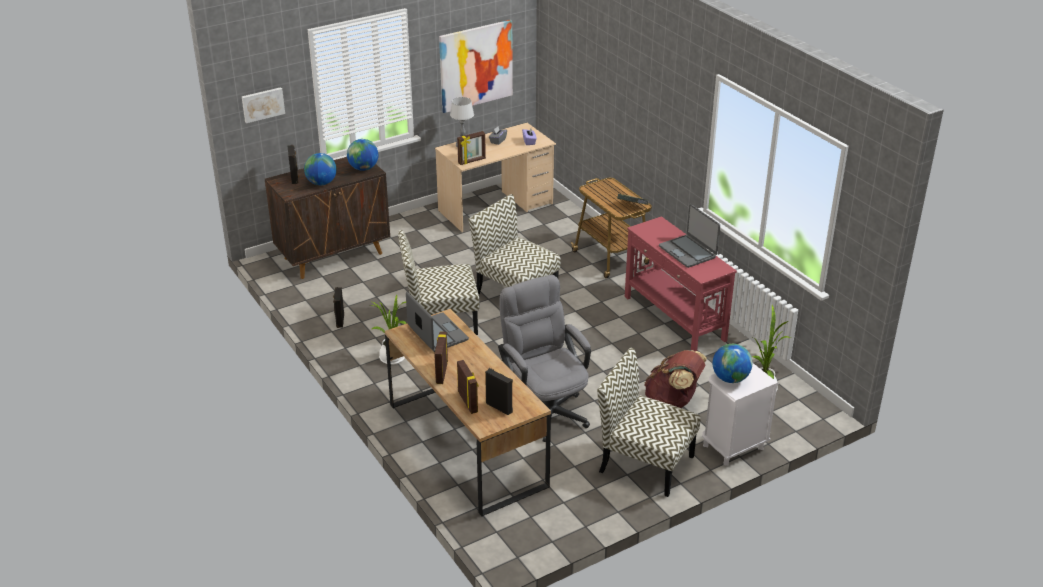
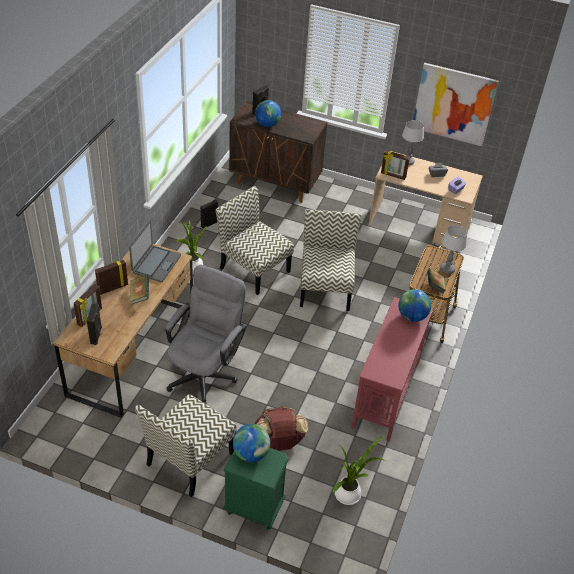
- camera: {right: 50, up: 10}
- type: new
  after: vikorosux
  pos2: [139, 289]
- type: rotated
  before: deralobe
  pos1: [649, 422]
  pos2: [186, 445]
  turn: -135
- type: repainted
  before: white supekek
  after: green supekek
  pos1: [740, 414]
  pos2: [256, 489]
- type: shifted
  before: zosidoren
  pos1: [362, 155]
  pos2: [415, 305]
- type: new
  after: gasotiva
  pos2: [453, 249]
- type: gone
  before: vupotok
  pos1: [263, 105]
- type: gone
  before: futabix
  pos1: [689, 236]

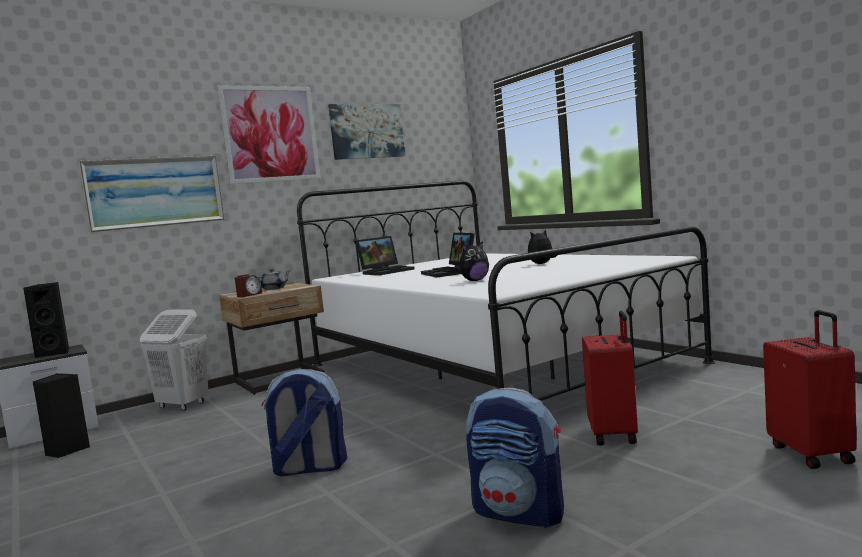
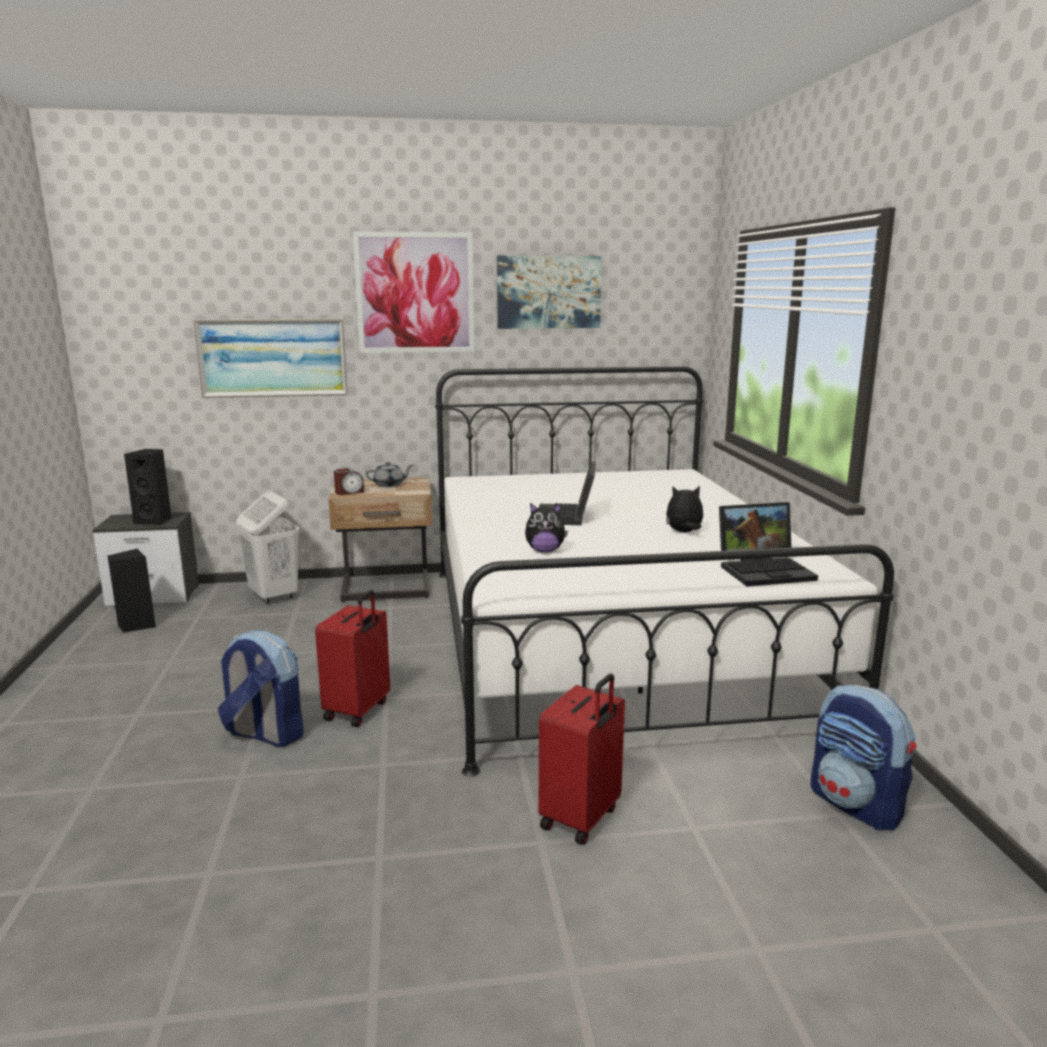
- camera: {right: 25, up: 10}
- type: shifted
  before: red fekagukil
  pos1: [810, 389]
  pos2: [352, 658]
- type: shifted
  before: futabix
  pos1: [385, 255]
  pos2: [768, 544]
- type: shifted
  before: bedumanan
  pos1: [515, 458]
  pos2: [863, 757]

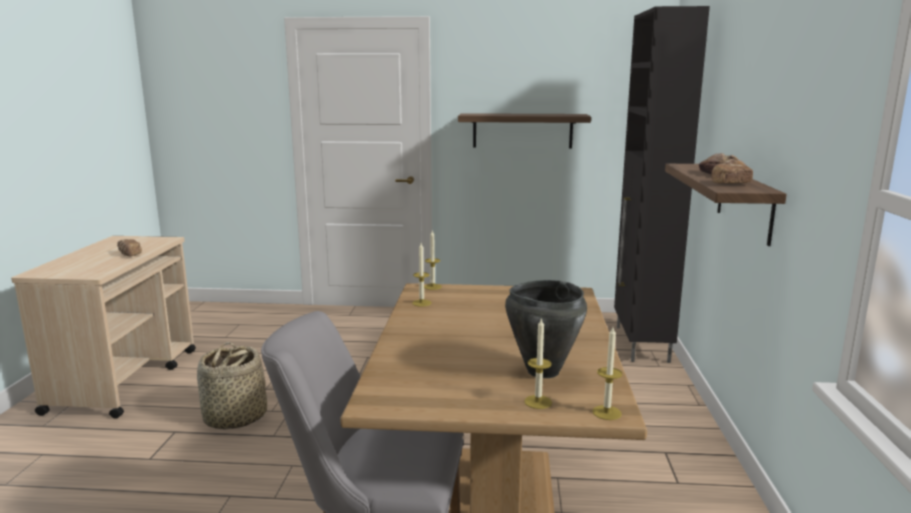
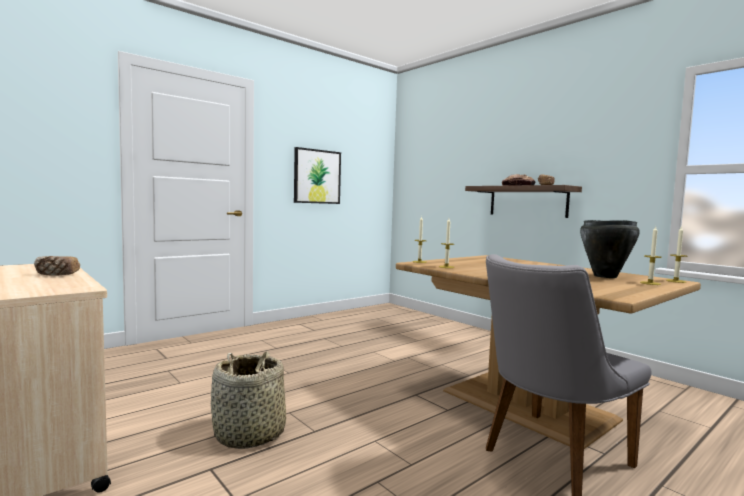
- camera: {right: -45, up: -10}
- type: swapped
  before: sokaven
  after: vupotok
  pos1: [524, 130]
  pos2: [317, 175]
- type: gone
  before: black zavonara
  pos1: [662, 184]

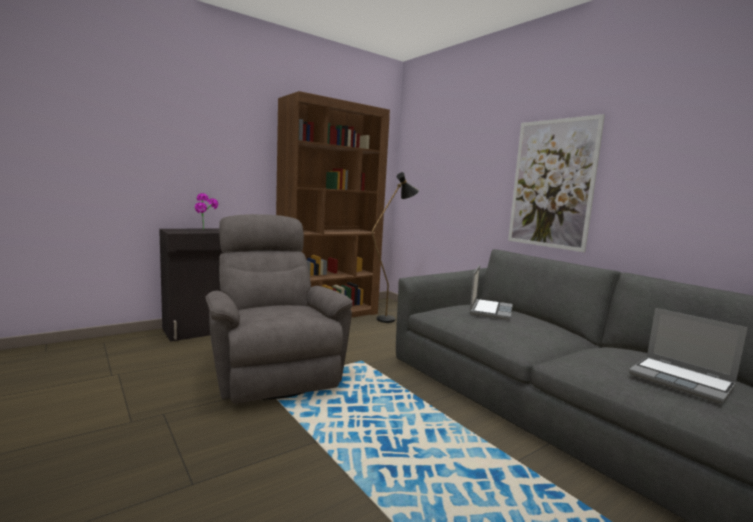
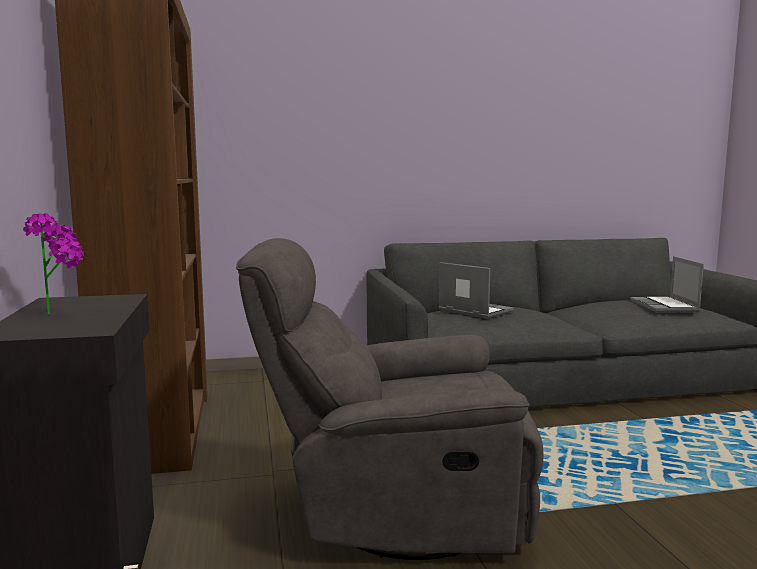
- camera: {right: -65, up: 0}
- type: rotated
  before: futabix
  pos1: [688, 355]
  pos2: [667, 284]
  turn: 105
- type: gone
  before: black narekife
  pos1: [395, 247]
- type: gone
  before: vupotok
  pos1: [556, 183]

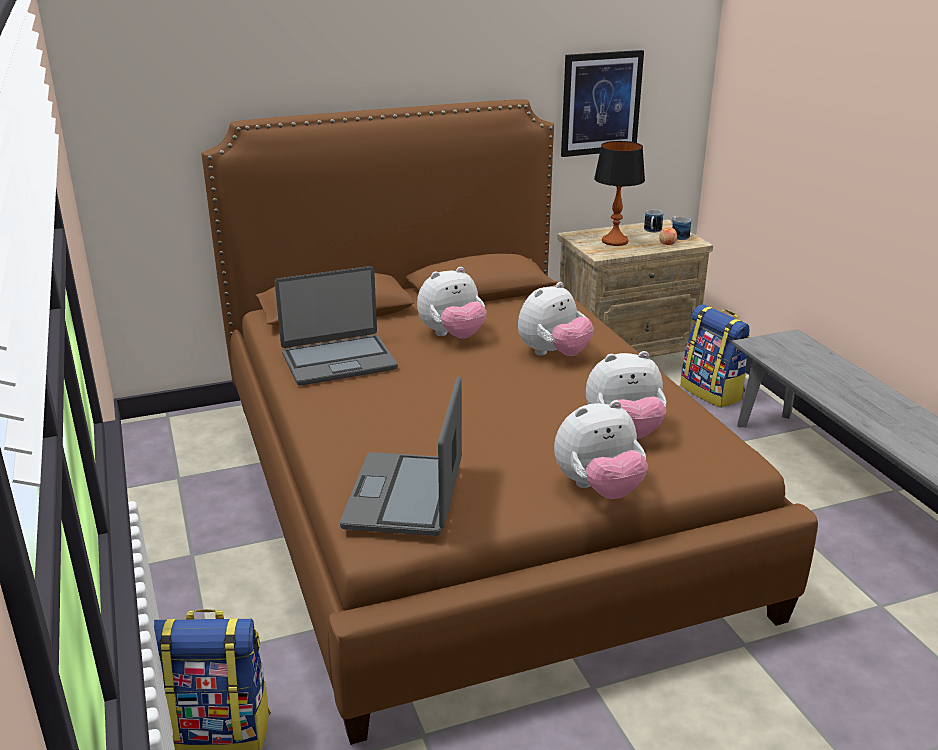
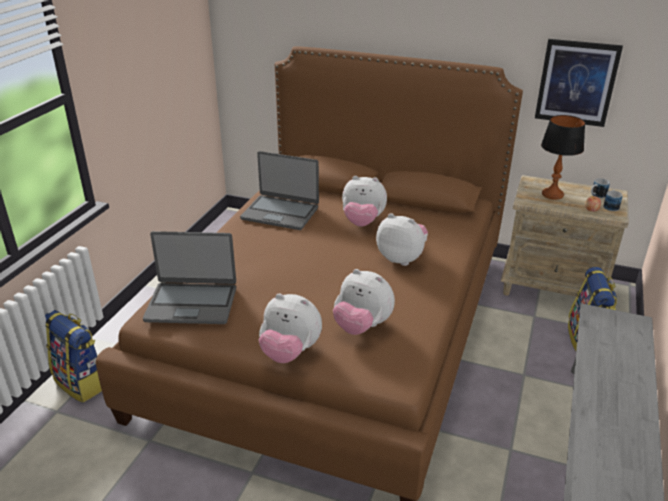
- camera: {right: 40, up: 5}
- type: rotated
  before: futabix
  pos1: [401, 456]
  pos2: [189, 277]
  turn: -135
- type: rotated
  before: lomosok
  pos1: [556, 319]
  pos2: [402, 239]
  turn: -150

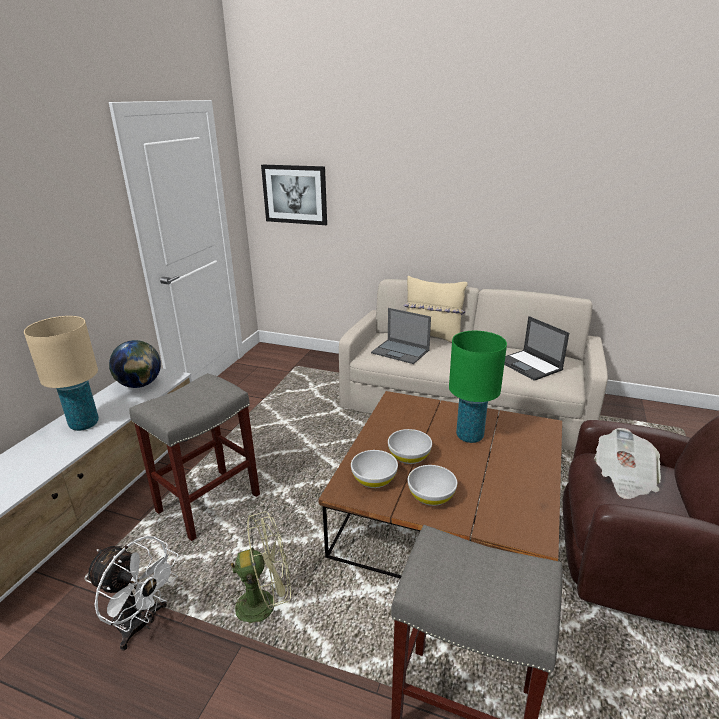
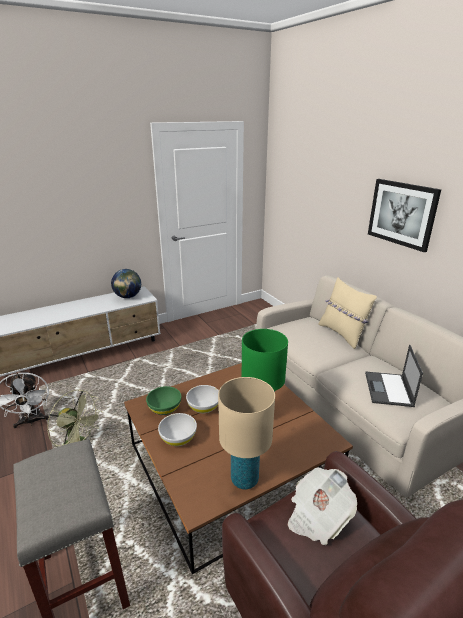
- camera: {right: 40, up: 0}
- type: repainted
  before: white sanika
  after: green sanika
  pos1: [374, 469]
  pos2: [163, 400]
- type: shifted
  before: beige gasotiva
  pos1: [61, 373]
  pos2: [246, 433]
- type: shifted
  before: vupotok
  pos1: [294, 195]
  pos2: [404, 215]
- type: gone
  before: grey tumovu
  pos1: [194, 457]
- type: gone
  before: futabix
  pos1: [401, 336]

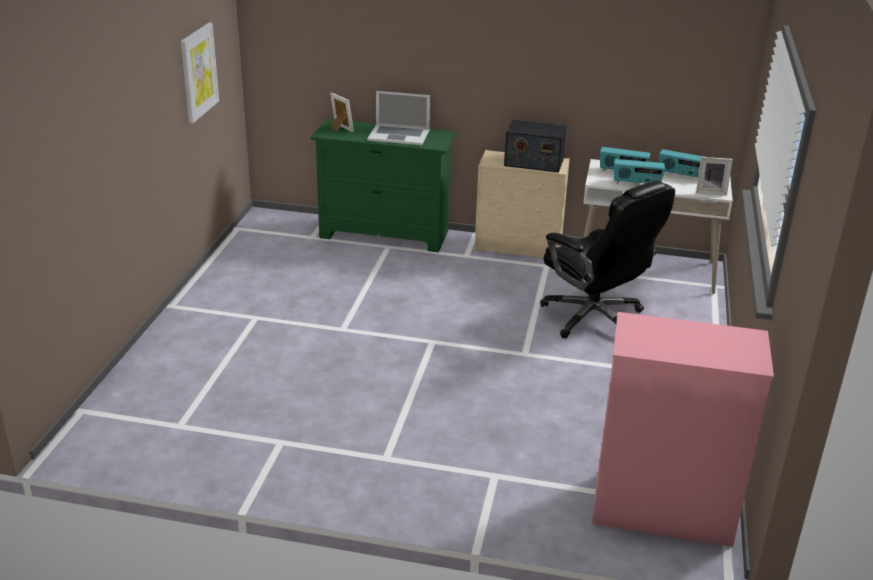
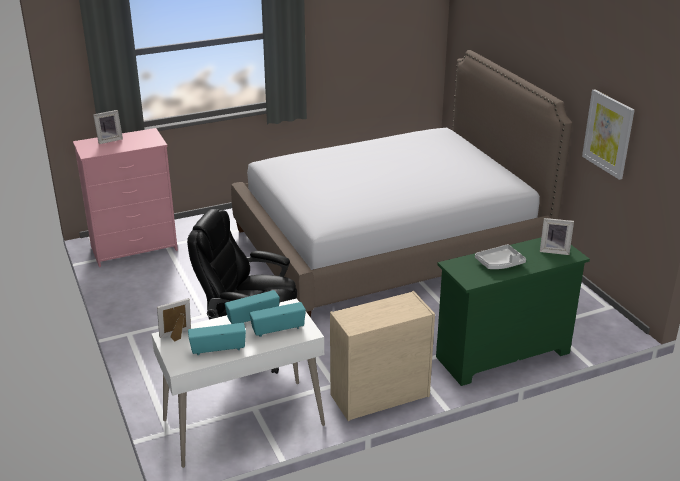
- camera: {right: 145, up: 0}
- type: new
  after: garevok
  pos2: [108, 127]
- type: new
  after: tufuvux
  pos2: [401, 184]
- type: swapped
  before: futabix
  after: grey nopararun
  pos1: [398, 118]
  pos2: [500, 256]
- type: gone
  before: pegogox
  pos1: [535, 146]

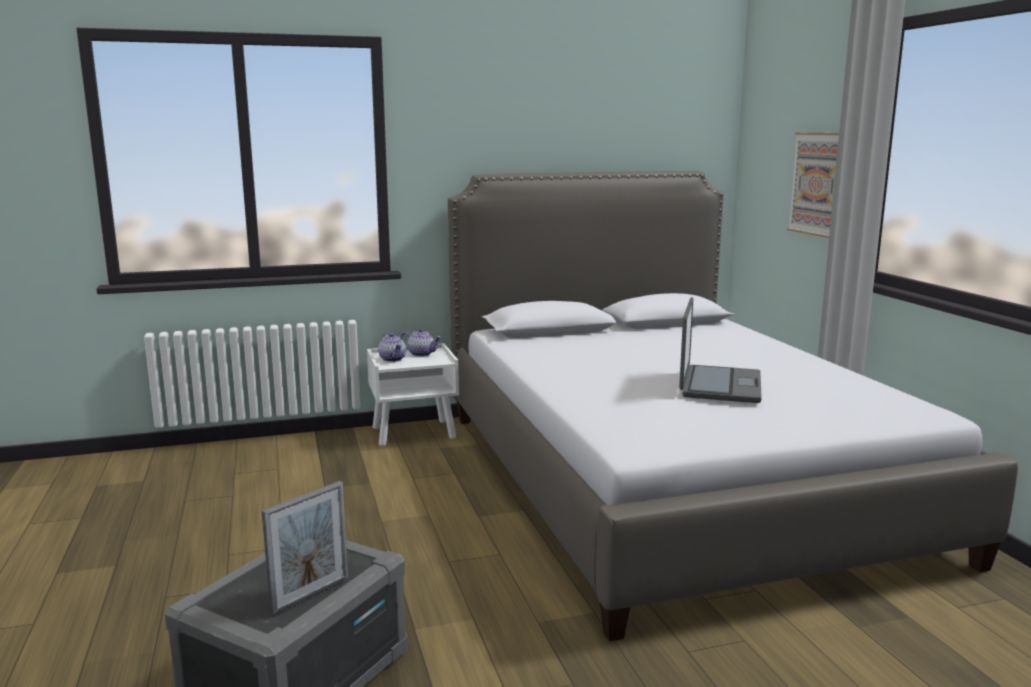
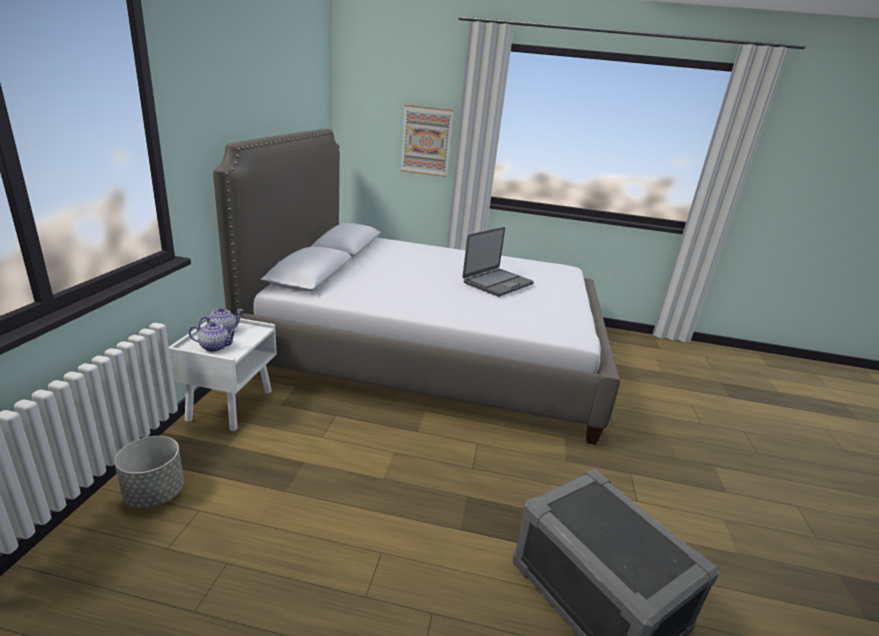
- camera: {right: -65, up: 10}
- type: new
  after: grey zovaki
  pos2: [149, 472]
- type: rotated
  before: futabix
  pos1: [720, 350]
  pos2: [498, 262]
  turn: 90
- type: gone
  before: garevok
  pos1: [305, 548]

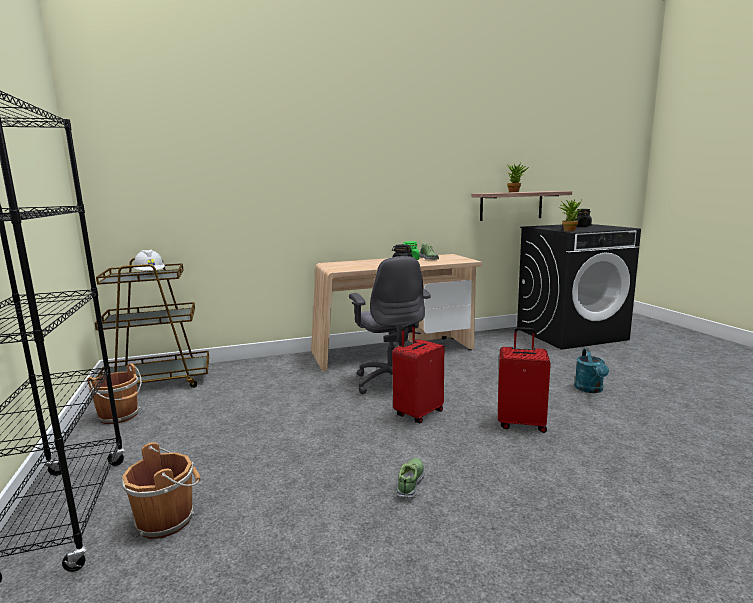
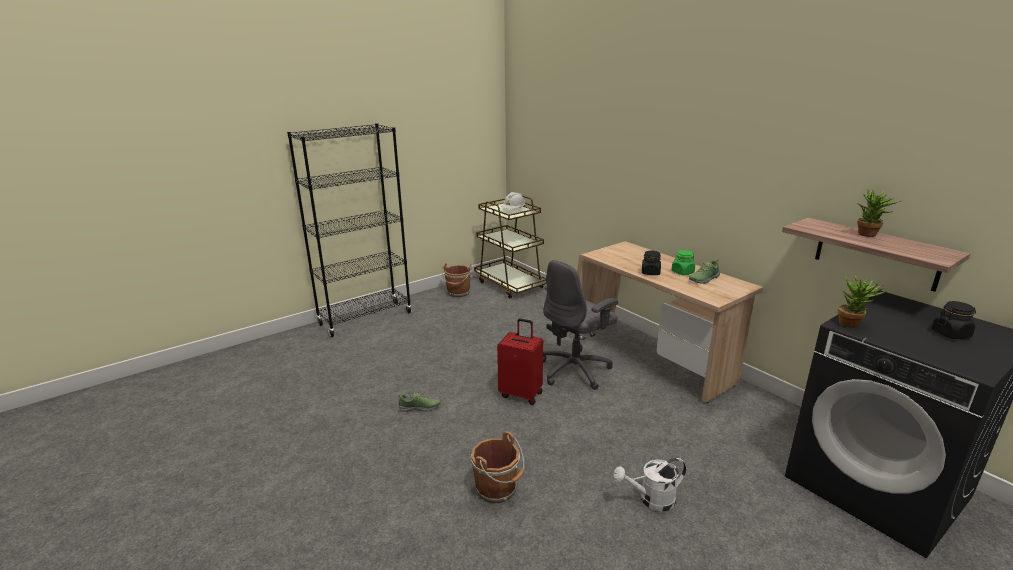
- camera: {right: 70, up: 10}
- type: shifted
  before: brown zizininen
  pos1: [161, 490]
  pos2: [497, 467]
- type: repainted
  before: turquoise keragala
  after: white keragala
  pos1: [591, 370]
  pos2: [649, 485]
- type: gone
  before: red fekagukil
  pos1: [524, 380]

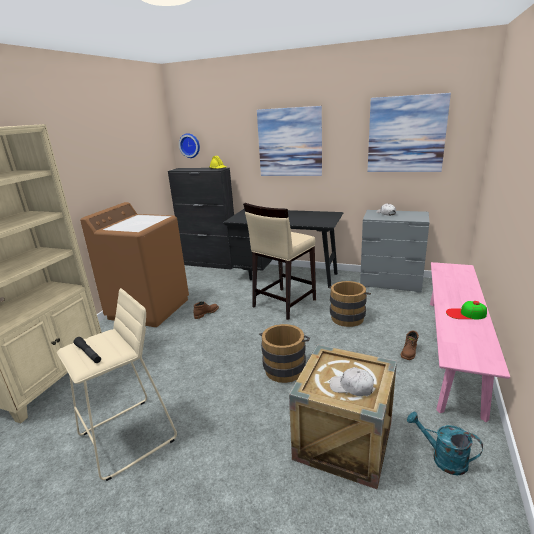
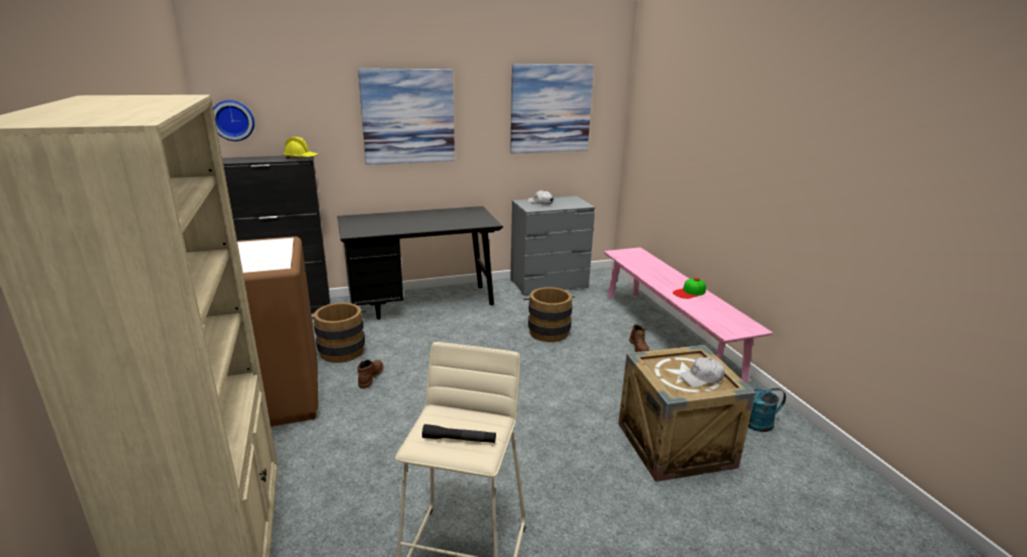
- camera: {right: -40, up: 0}
- type: shifted
  before: brown zizininen
  pos1: [284, 353]
  pos2: [339, 333]
- type: gone
  before: beige tumovu
  pos1: [279, 261]

